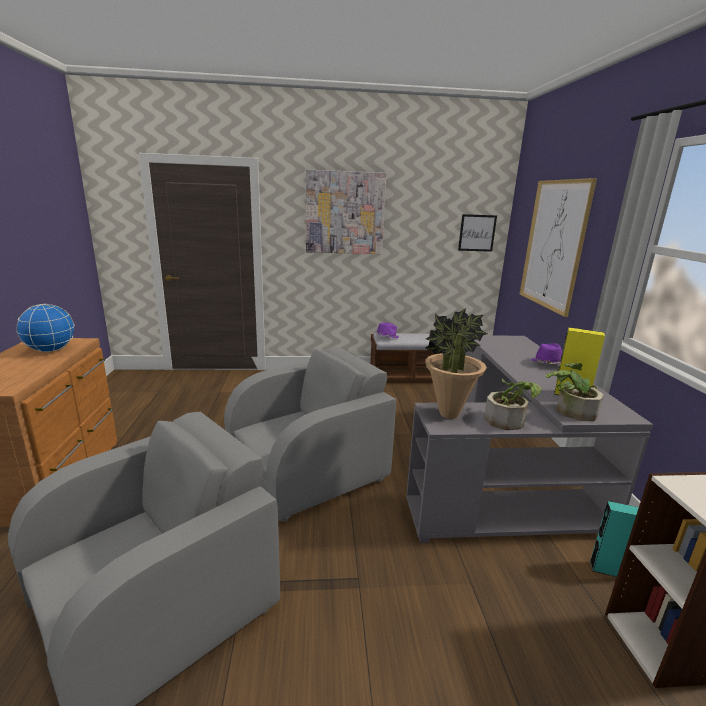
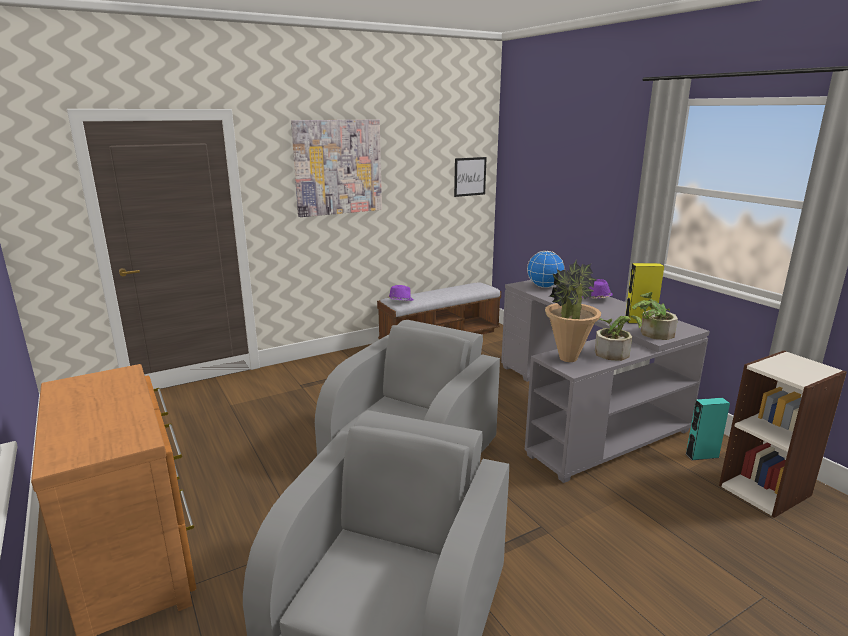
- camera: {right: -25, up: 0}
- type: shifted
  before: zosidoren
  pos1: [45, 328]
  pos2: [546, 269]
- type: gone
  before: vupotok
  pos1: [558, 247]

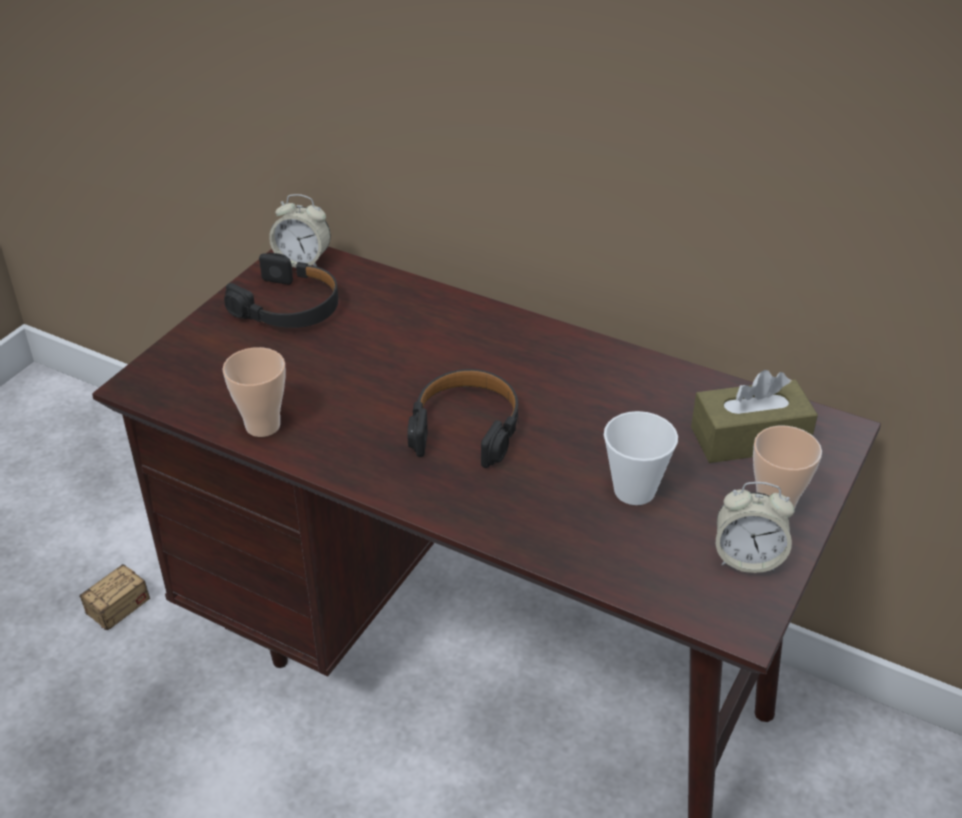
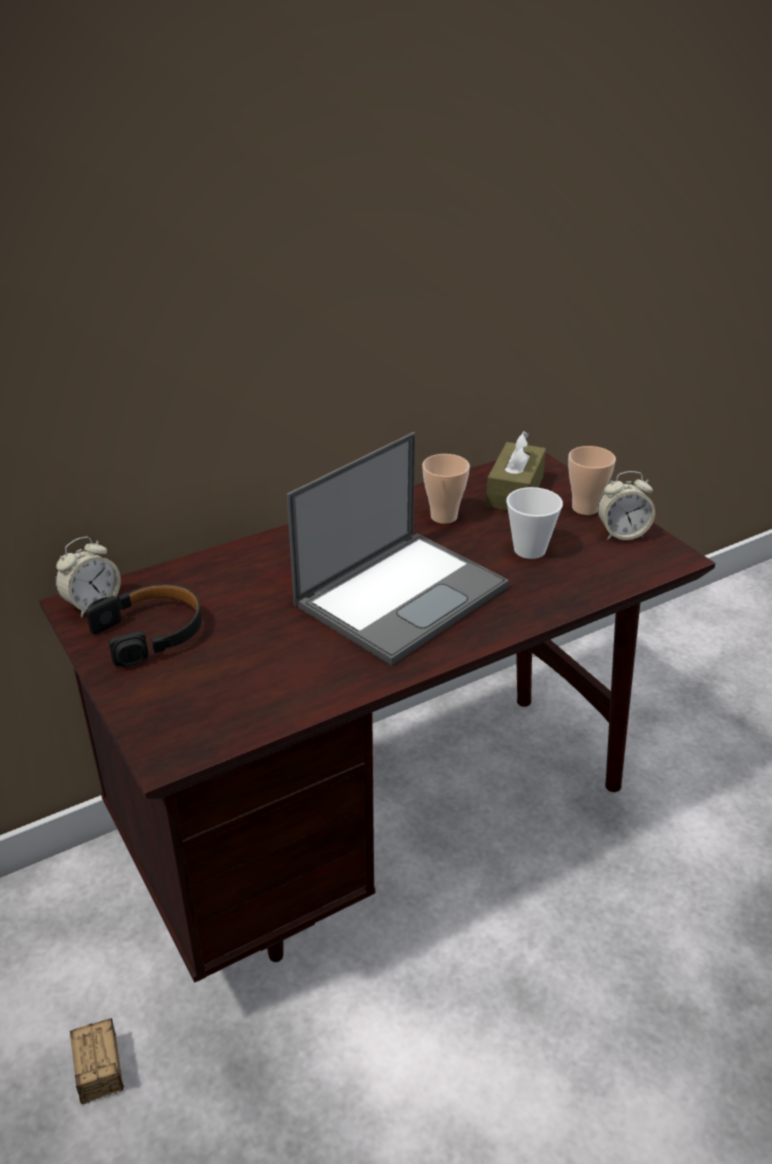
- camera: {right: -60, up: -5}
- type: swapped
  before: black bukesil
  after: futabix
  pos1: [463, 418]
  pos2: [398, 549]
- type: shifted
  before: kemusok
  pos1: [254, 392]
  pos2: [446, 489]
- type: rotated
  before: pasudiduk
  pos1: [755, 527]
  pos2: [626, 505]
  turn: 45

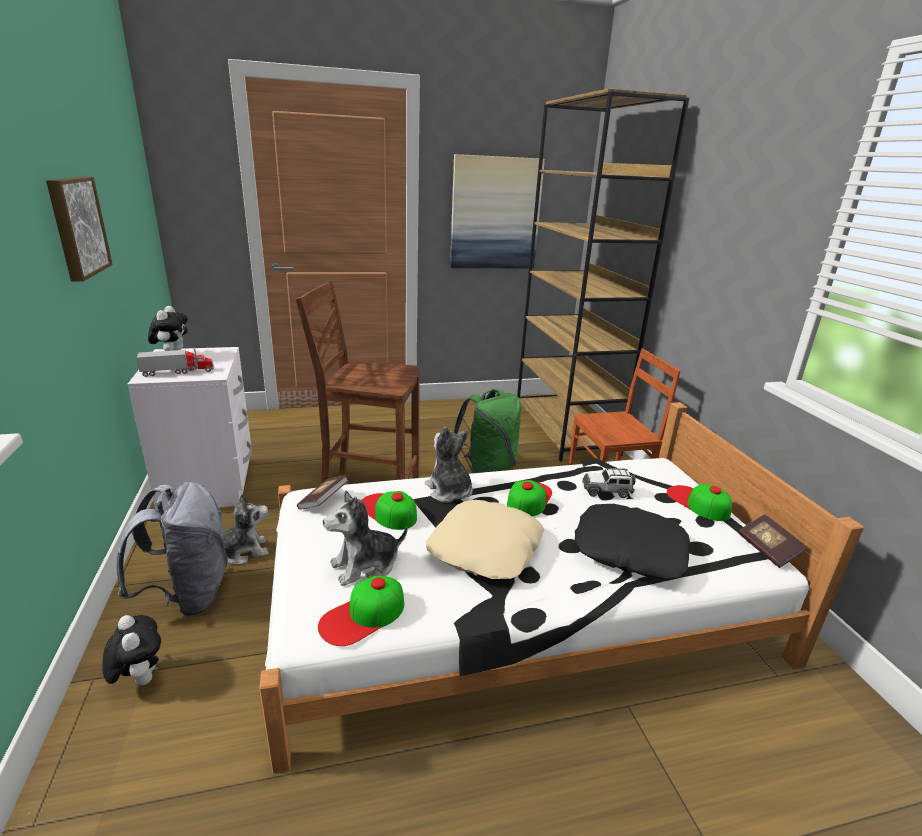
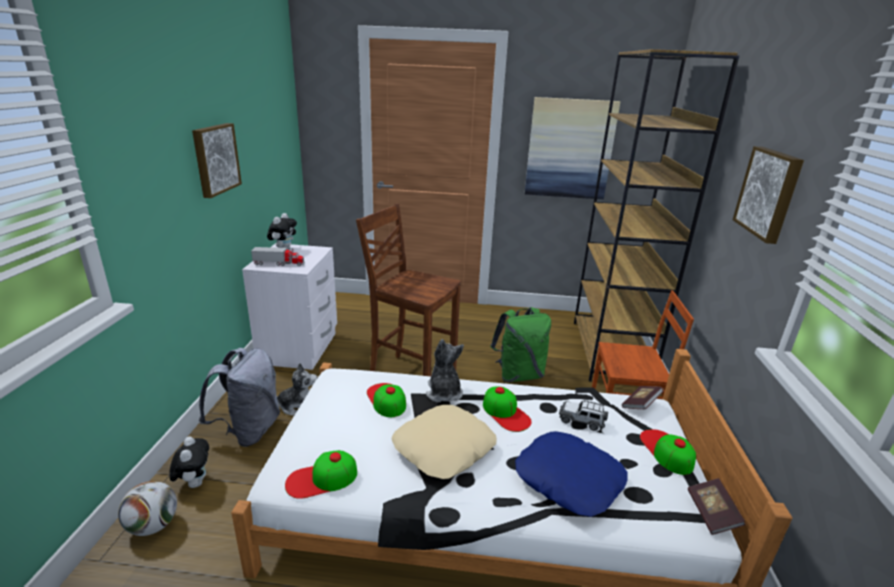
- camera: {right: 20, up: 0}
- type: new
  after: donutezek
  pos2: [147, 508]
- type: rotated
  before: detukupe
  pos1: [529, 498]
  pos2: [507, 409]
  turn: 105
- type: repainted
  before: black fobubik
  after: blue fobubik
  pos1: [632, 541]
  pos2: [571, 474]
- type: shifted
  before: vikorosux
  pos1: [323, 493]
  pos2: [642, 397]
- type: new
  after: vupotok
  pos2: [768, 195]
- type: gone
  before: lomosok
  pos1: [365, 538]

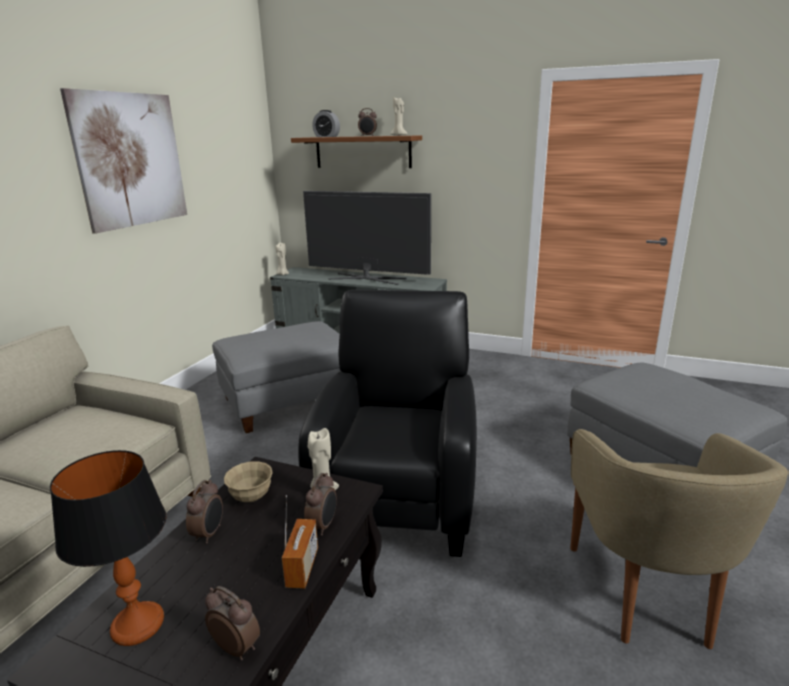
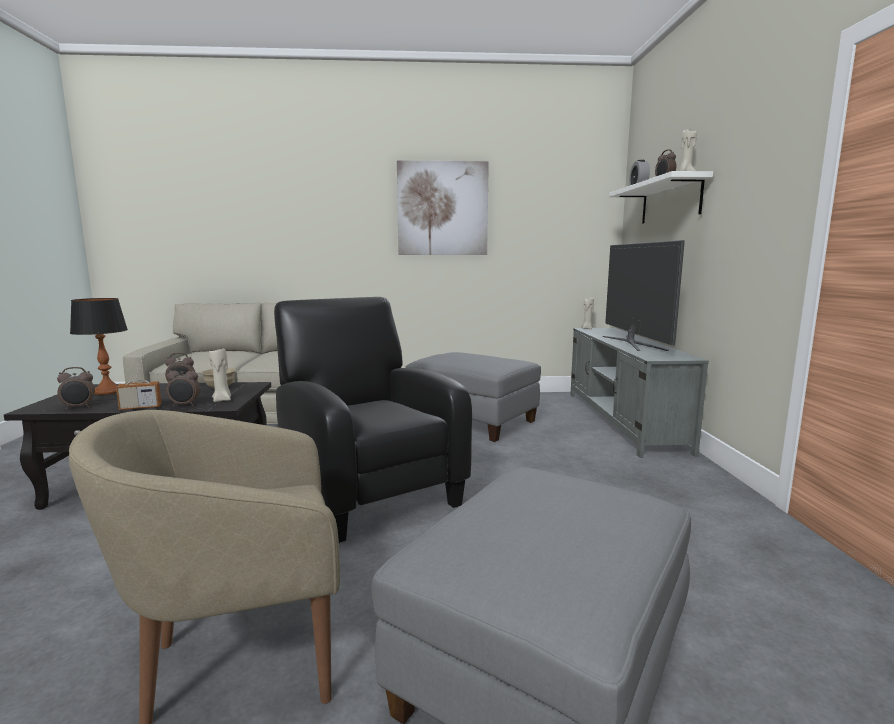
- camera: {right: 65, up: -10}
- type: rotated
  before: pasudiduk
  pos1: [232, 623]
  pos2: [76, 388]
  turn: 60
- type: rotated
  before: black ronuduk
  pos1: [387, 423]
  pos2: [373, 420]
  turn: -105
- type: repainted
  before: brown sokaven
  after: white sokaven
  pos1: [356, 151]
  pos2: [661, 197]

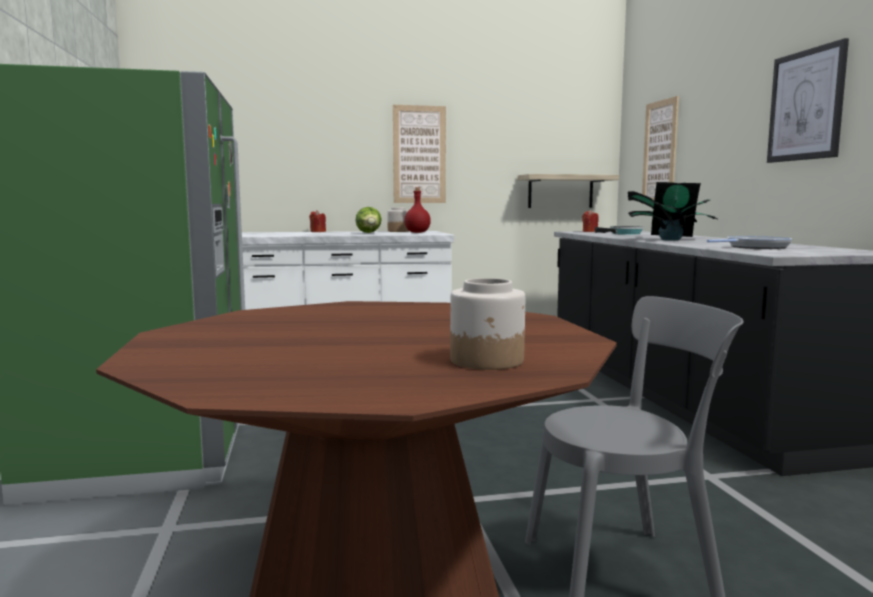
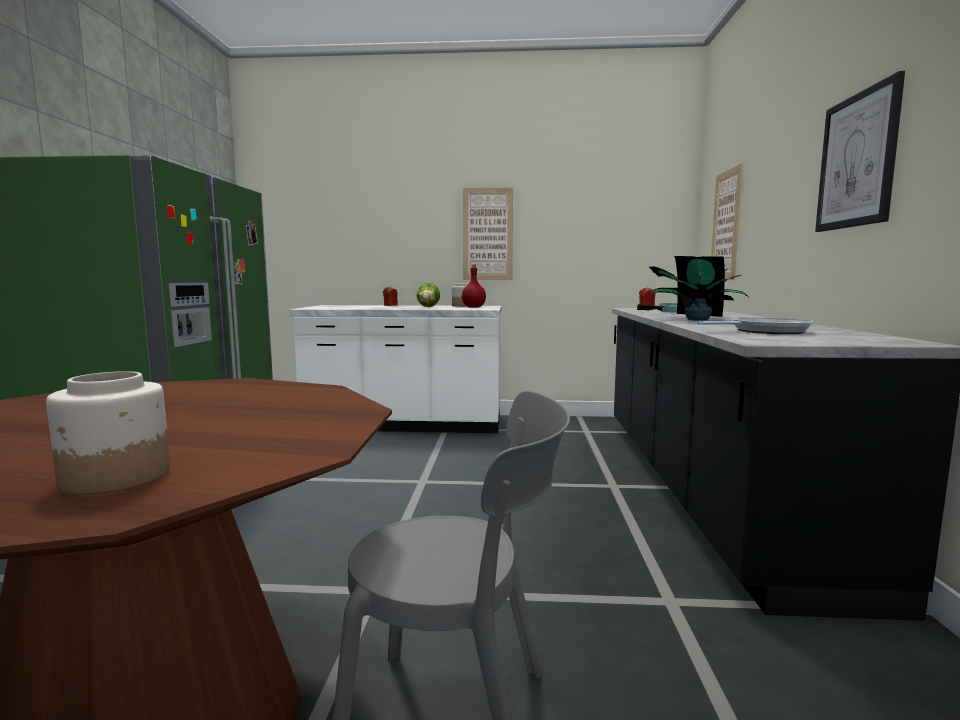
- camera: {right: 15, up: 0}
- type: gone
  before: sokaven
  pos1: [568, 191]

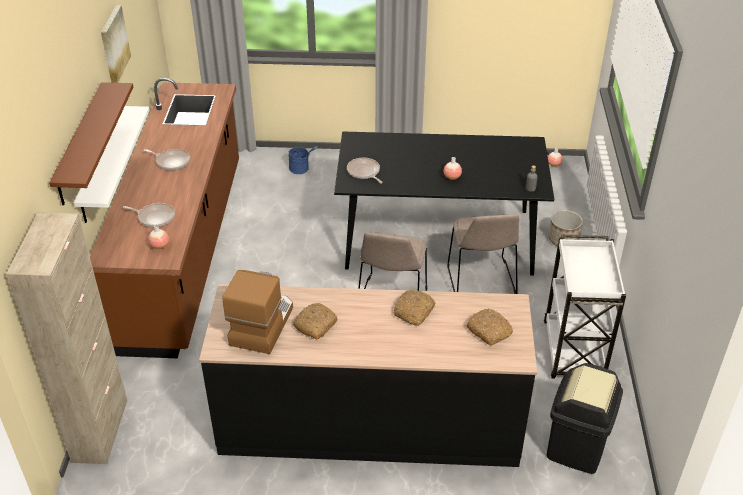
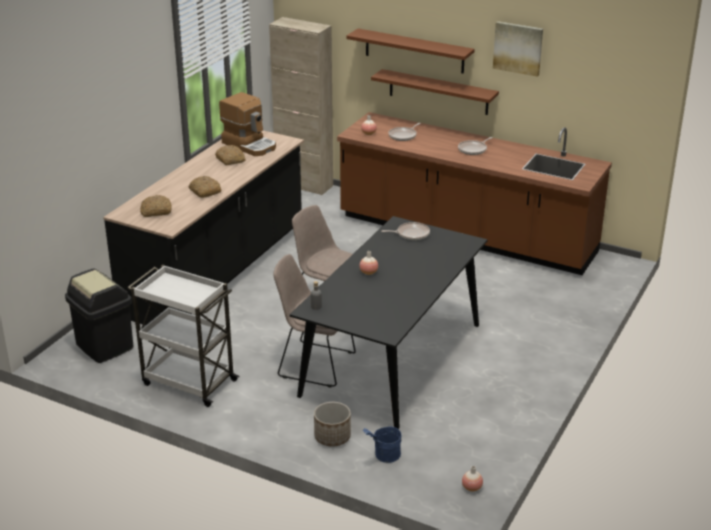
- camera: {right: 115, up: -10}
- type: shifted
  before: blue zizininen
  pos1: [303, 160]
  pos2: [382, 445]
- type: repainted
  before: white sokaven
  after: brown sokaven
  pos1: [112, 164]
  pos2: [435, 92]

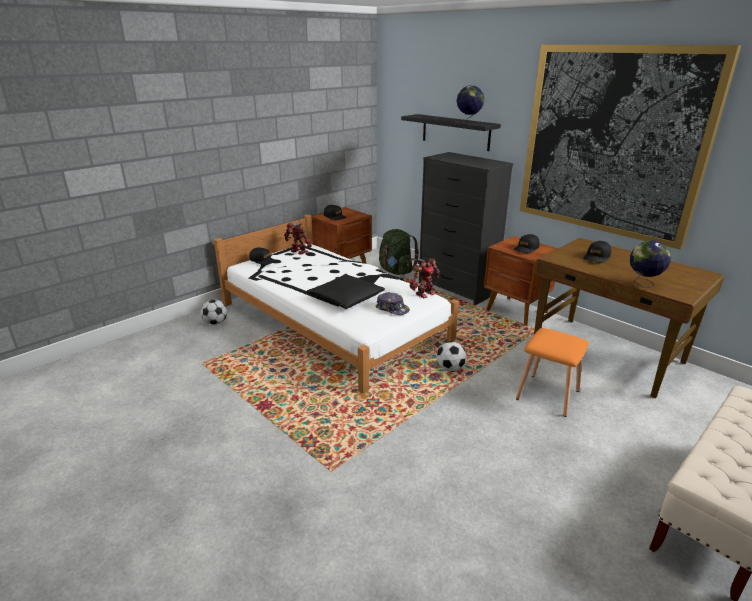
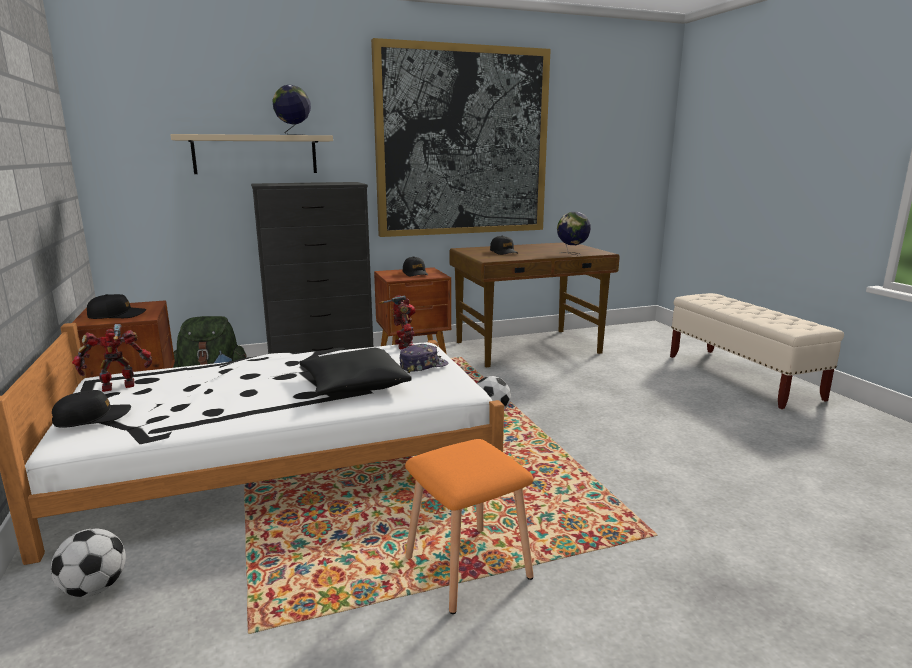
- camera: {right: -65, up: -10}
- type: repainted
  before: black sokaven
  after: beige sokaven
  pos1: [451, 132]
  pos2: [251, 154]
- type: shifted
  before: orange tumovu
  pos1: [552, 372]
  pos2: [469, 526]

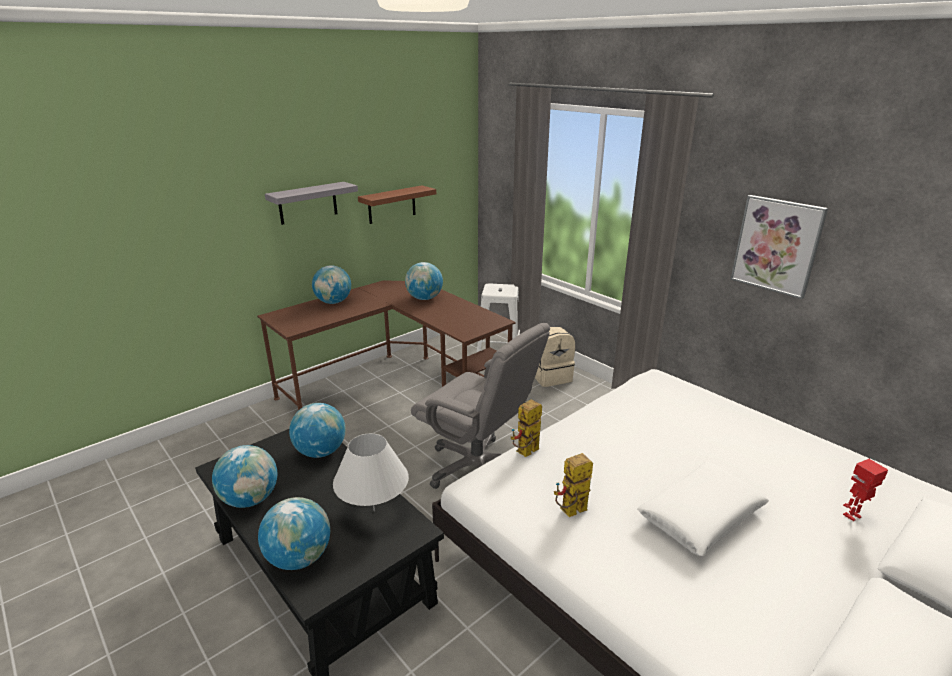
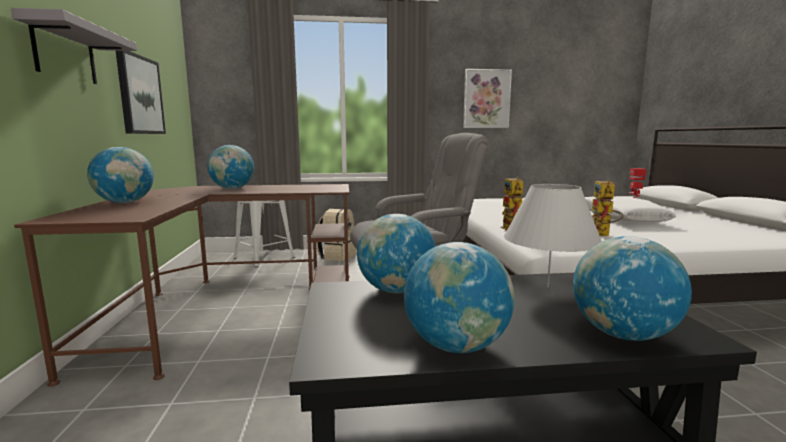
- camera: {right: -55, up: -15}
- type: swapped
  before: brown sokaven
  after: vupotok
  pos1: [397, 204]
  pos2: [141, 92]

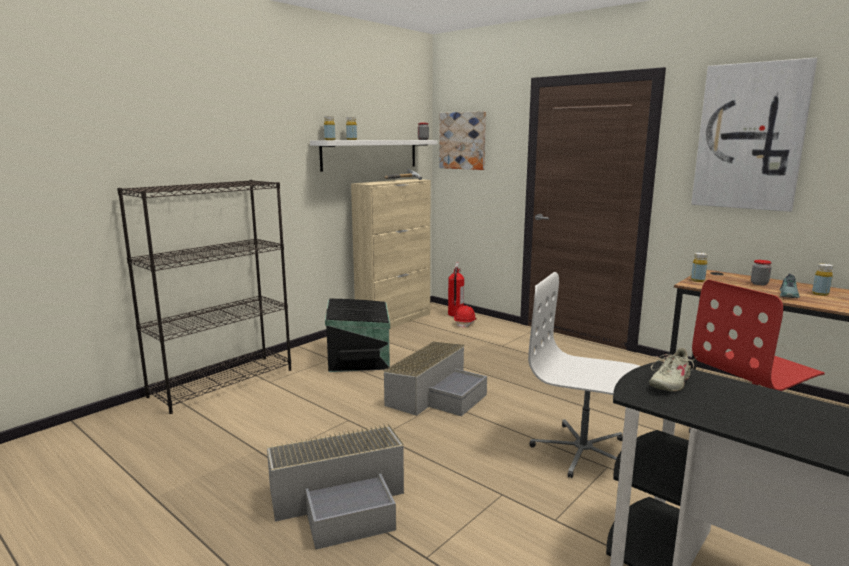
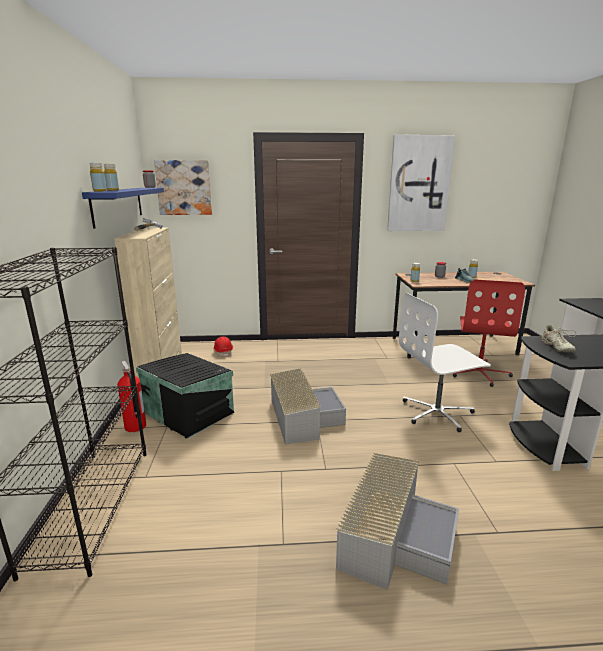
- camera: {right: -45, up: 5}
- type: repainted
  before: white sokaven
  after: blue sokaven
  pos1: [374, 156]
  pos2: [123, 208]
- type: shifted
  before: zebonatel
  pos1: [456, 289]
  pos2: [131, 396]

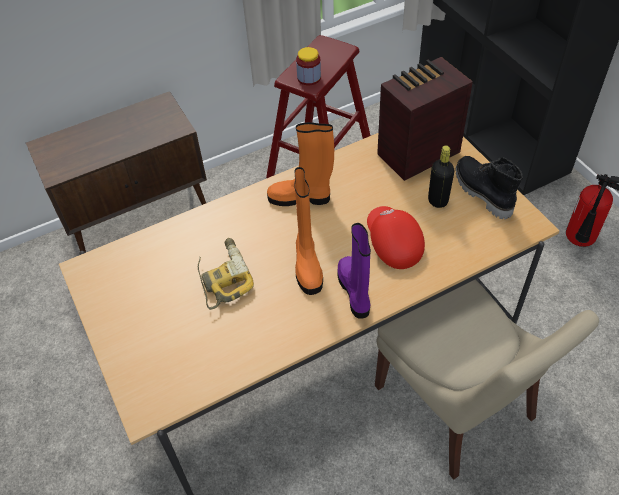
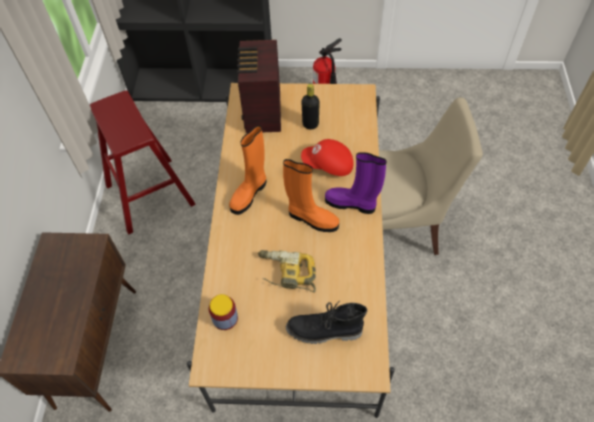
- camera: {right: -60, up: 5}
- type: shifted
  before: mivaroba
  pos1: [308, 66]
  pos2: [223, 312]
- type: shifted
  before: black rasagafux
  pos1: [489, 188]
  pos2: [326, 322]

